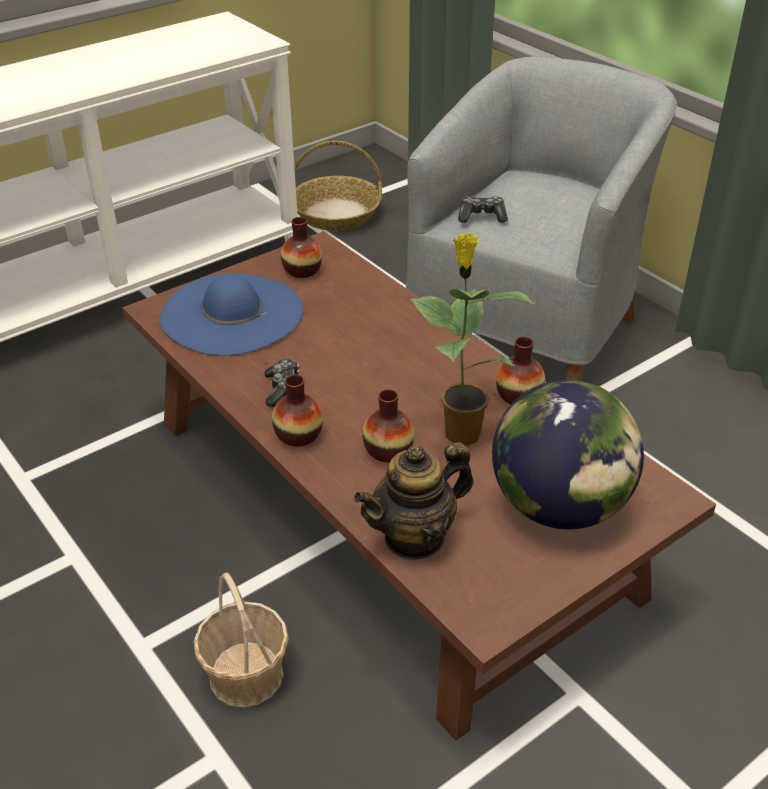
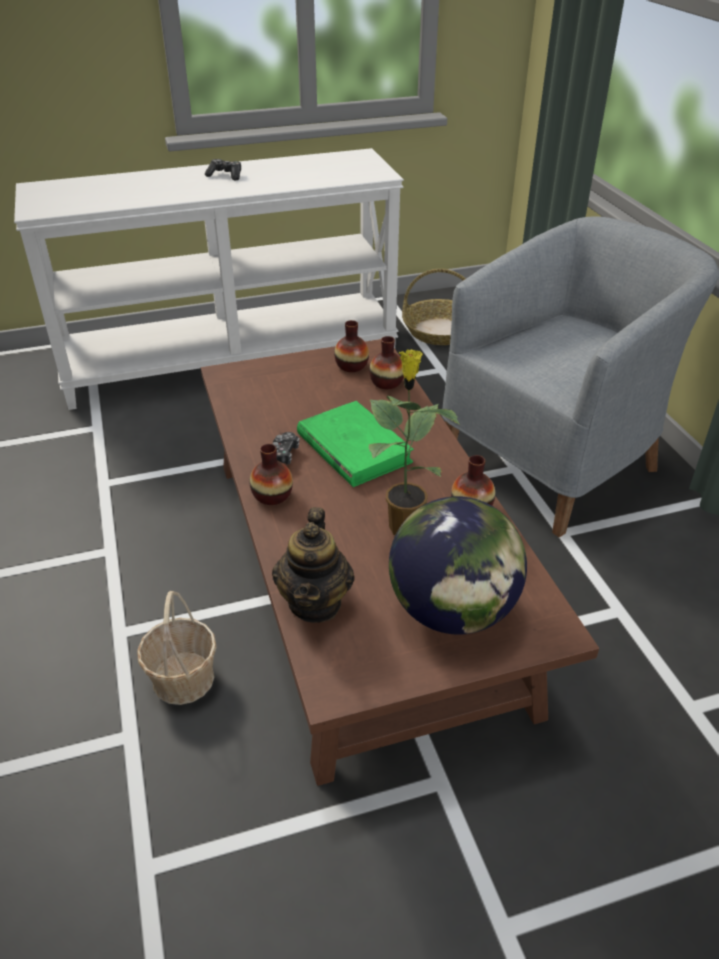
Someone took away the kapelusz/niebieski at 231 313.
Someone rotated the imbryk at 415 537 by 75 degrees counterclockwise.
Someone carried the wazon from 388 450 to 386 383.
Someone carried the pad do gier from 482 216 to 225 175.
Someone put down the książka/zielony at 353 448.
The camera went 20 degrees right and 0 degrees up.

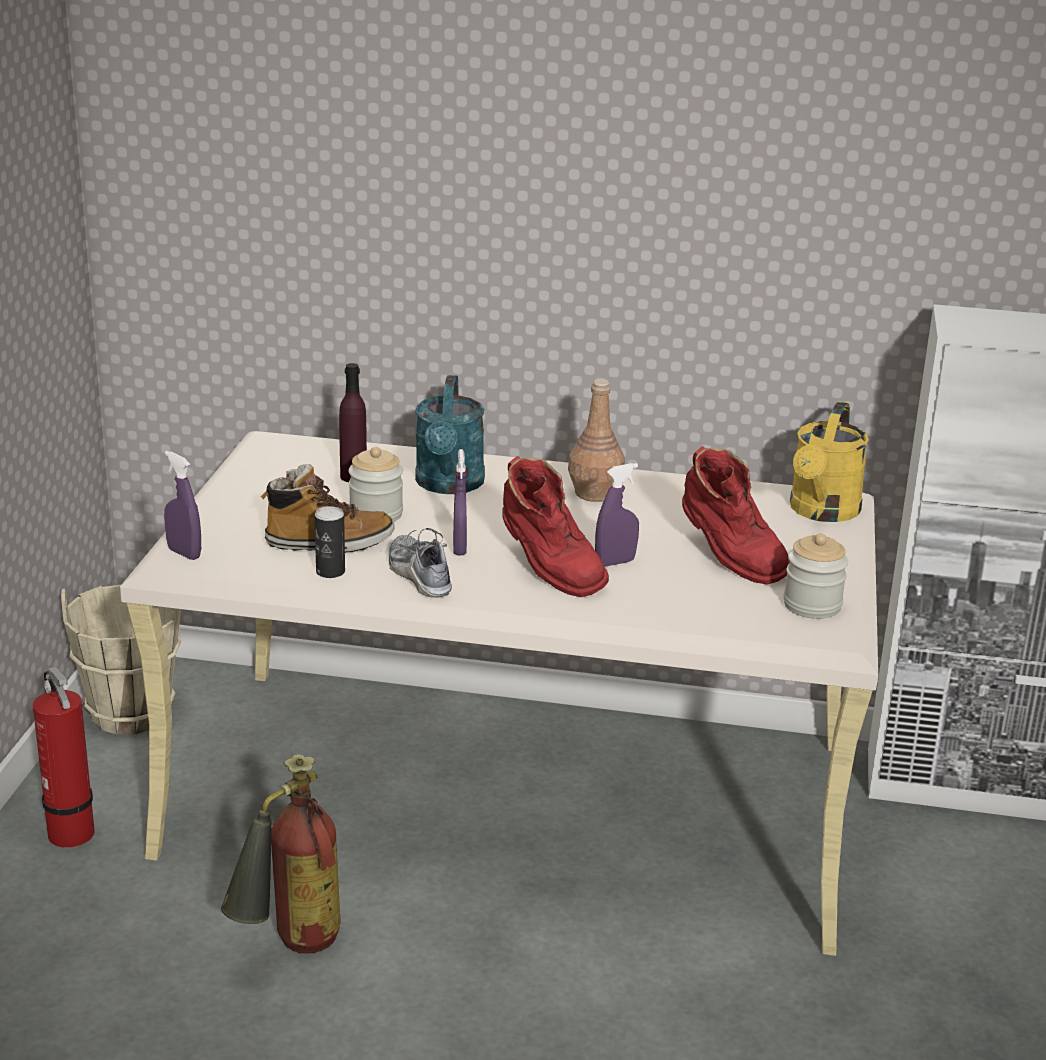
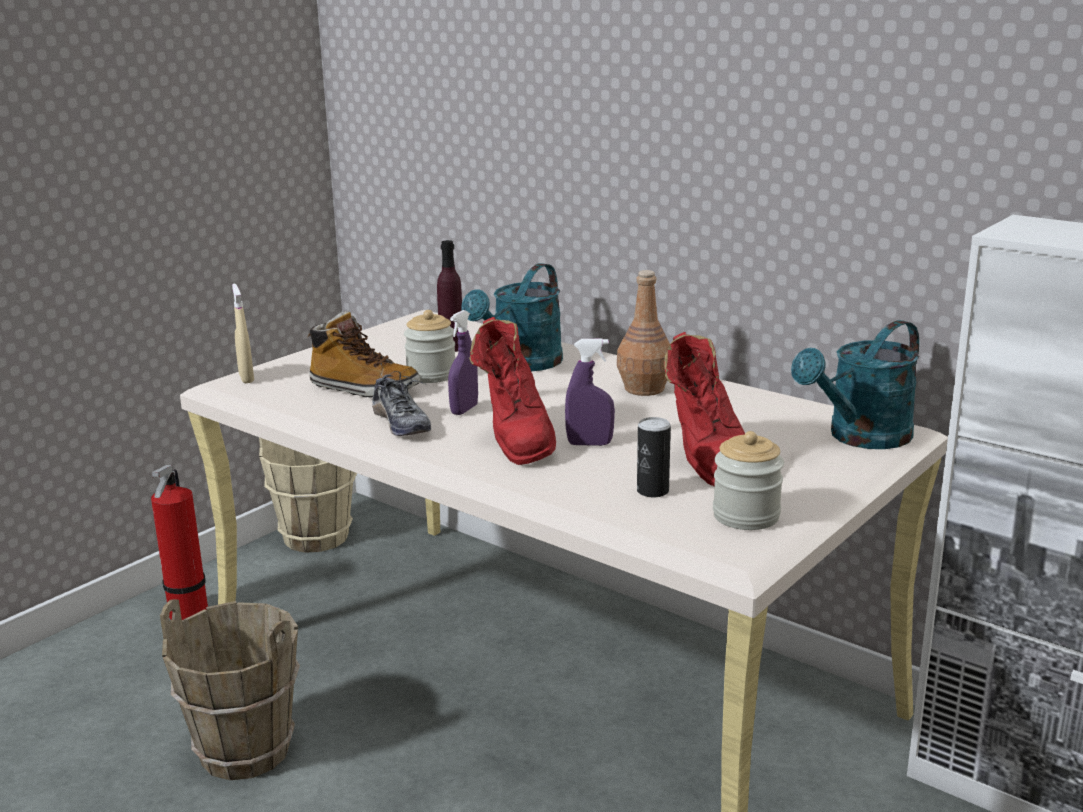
Someone repainted the spryskiwacz/fioletowy at 184 553, which became the spryskiwacz/beżowy at 246 378.
Someone swapped the gaśnica at 288 949 for the wiadro/brązowy at 245 750.
Someone carried the puszka from 330 572 to 652 491.
Someone rotated the but at 419 576 by 150 degrees clockwise.
Someone repainted the konewka/żółty at 822 512, which became the konewka/turkusowy at 860 438.
The camera went 30 degrees right and 5 degrees down.

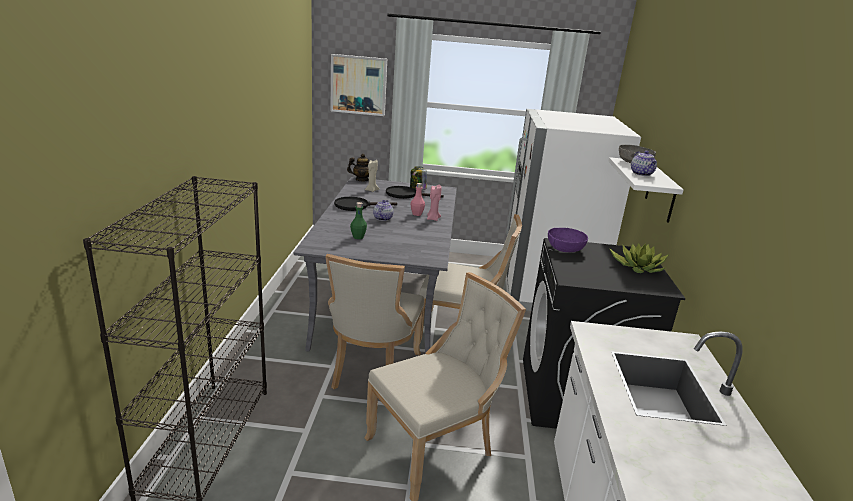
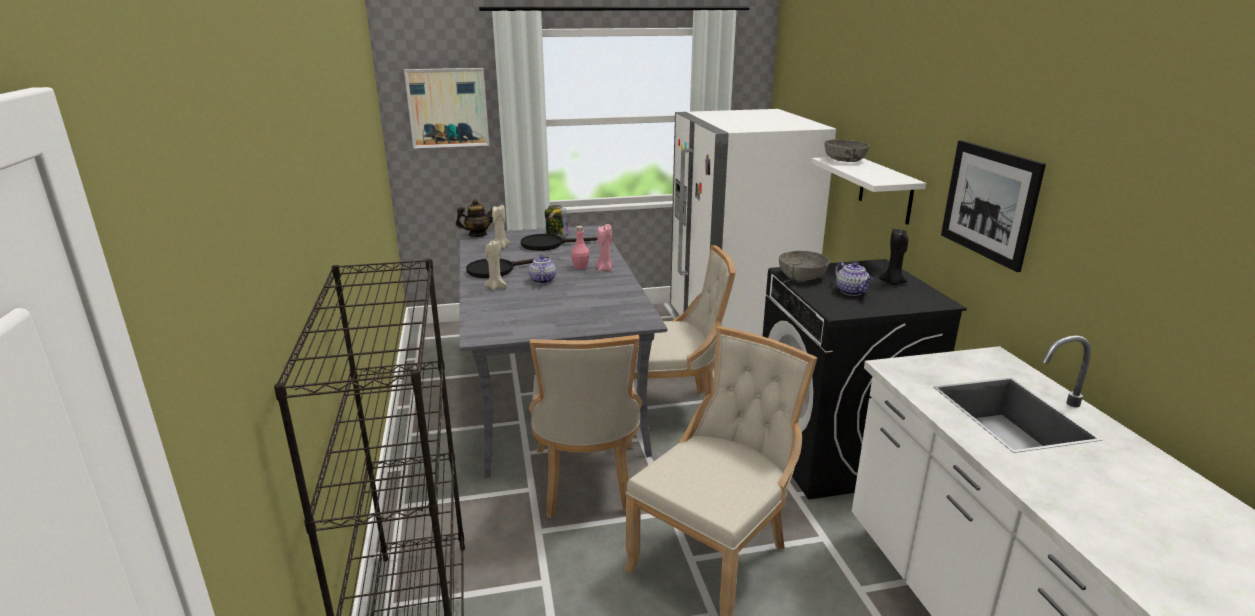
Someone took away the butelka/zielony at 358 237.
Someone repainted the miska/fioletowy at 565 248, which became the miska/szary at 801 276.
Someone swapped the roślina doniczkowa at 637 267 for the świeca/czarny at 892 283.
Someone carried the imbryk from 642 174 to 852 292.
Someone put down the świeca/beżowy at 496 287.
Someone put up the obraz at 989 203.
The camera went 15 degrees left and 0 degrees up.

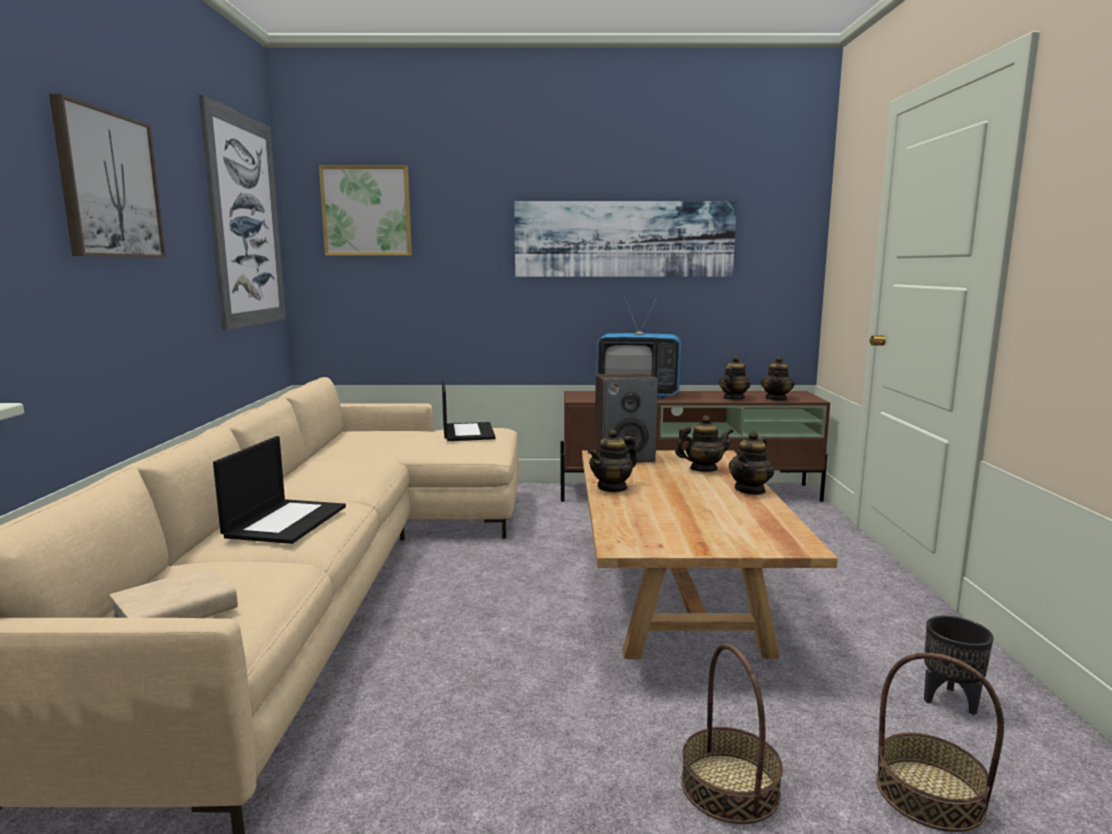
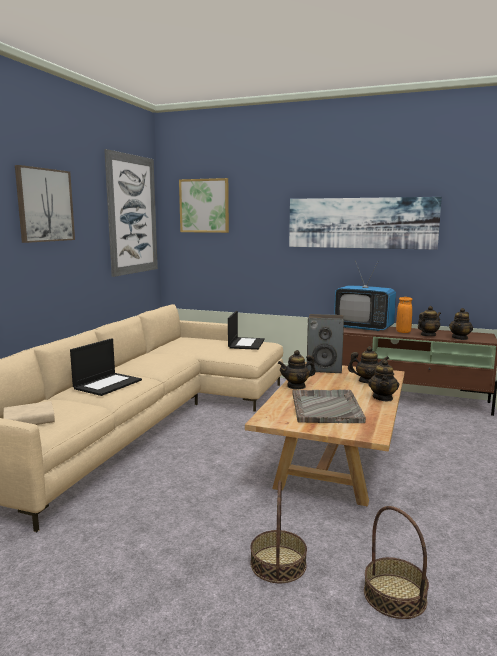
Someone rotated the imbryk at 750 490 by 45 degrees counterclockwise.
Someone took away the donica/czarny at 948 700.
Someone put down the taca/szary at 326 407.
Someone put down the wazon/pomarańczowy at 403 332.
The camera went 20 degrees right and 0 degrees up.

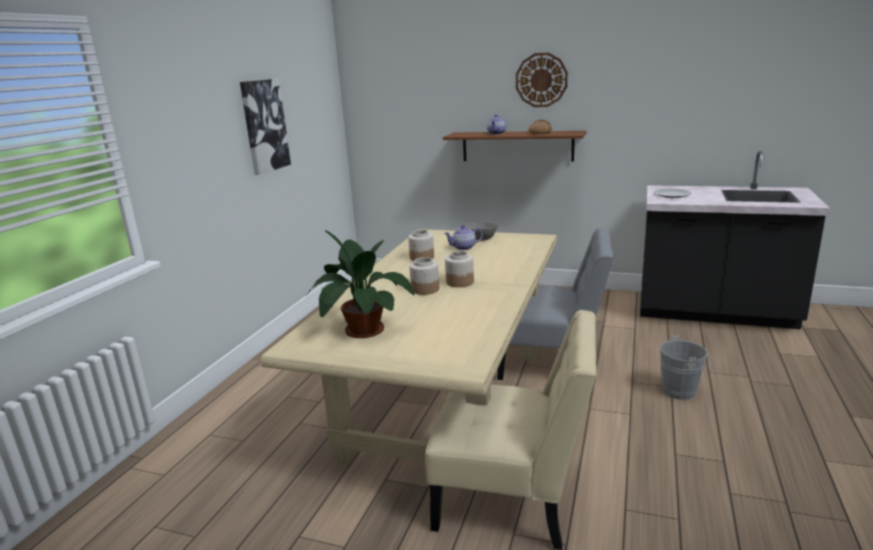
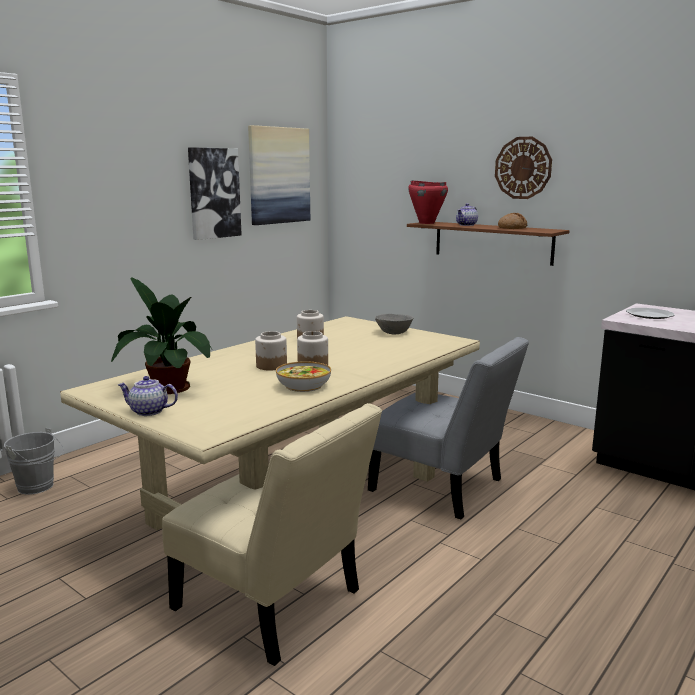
Someone carried the imbryk from 464 247 to 148 411.
Someone carried the wiadro/szary from 683 391 to 38 487.
Someone put up the obraz at 279 175.
Someone put down the miska at 304 386.
Someone put down the garnek/czerwony at 426 223.
The camera went 20 degrees right and 5 degrees down.

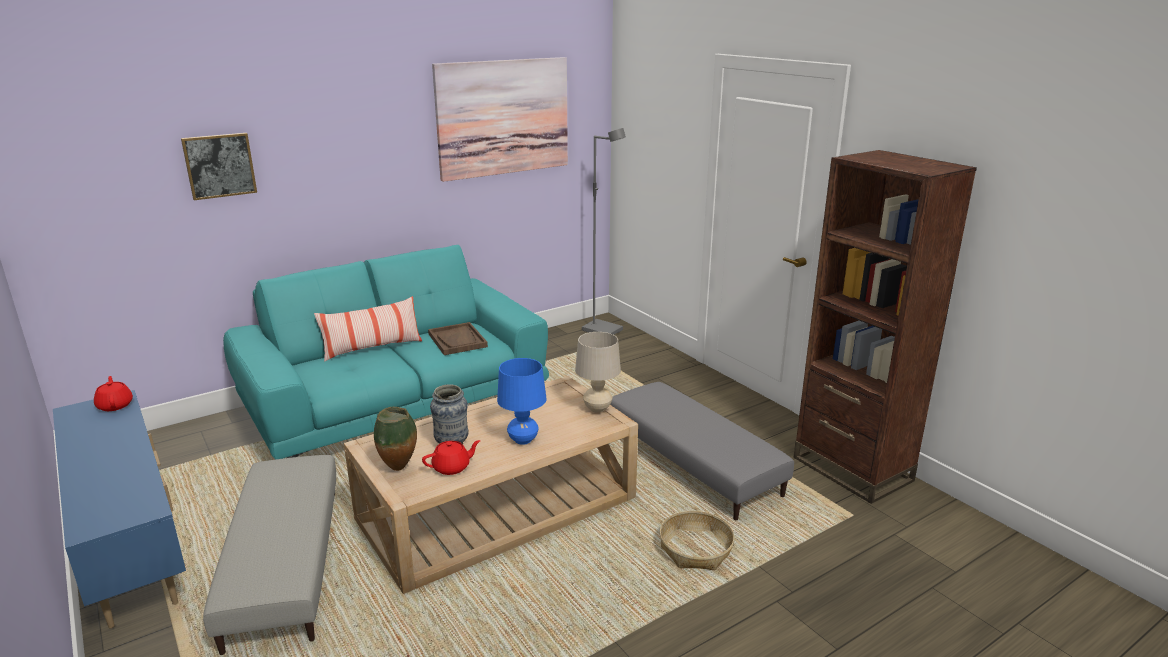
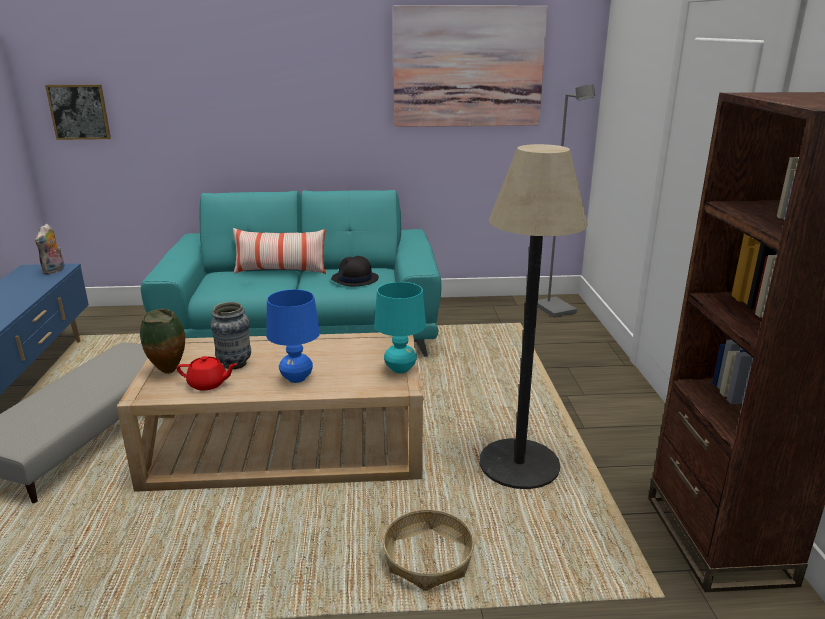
Someone swapped the imbryk/czerwony at 115 405 for the pluszak at 54 271.
Someone carried the obraz from 219 165 to 79 112.
Someone swapped the taca/brązowy at 457 340 for the kapelusz/czarny at 354 279.
Someone repainted the lampa stołowa/beżowy at 597 408, which became the lampa stołowa/turkusowy at 400 369.
Someone swapped the pufa/szary at 692 463 for the lampa stojąca at 519 464.
The camera went 30 degrees right and 0 degrees up.

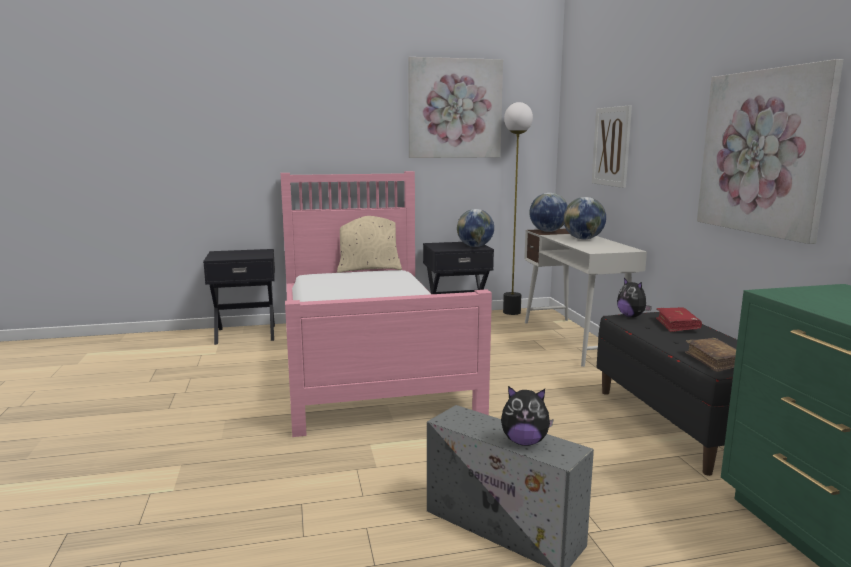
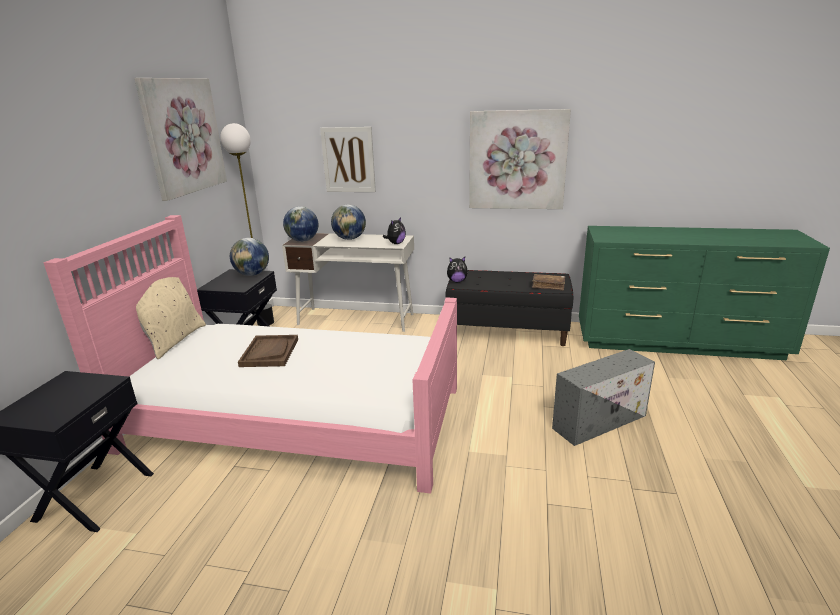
Someone carried the pluszak from 524 442 to 396 243.
Someone took away the książka/czerwony at 677 325.
Someone put down the taca/brązowy at 269 352.
The camera went 65 degrees left and 10 degrees up.

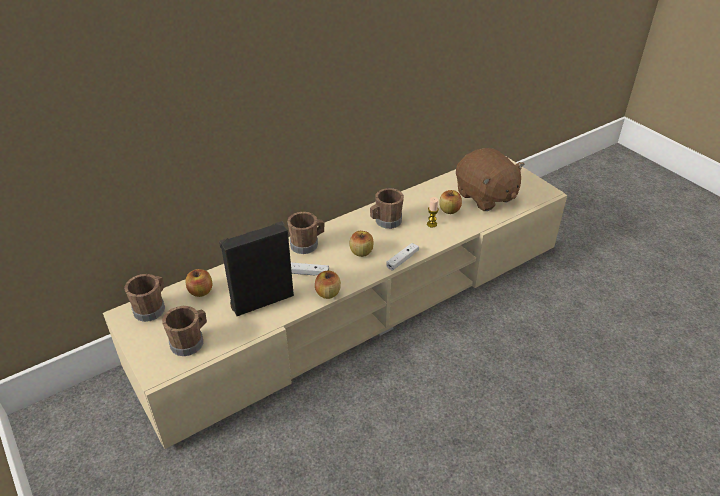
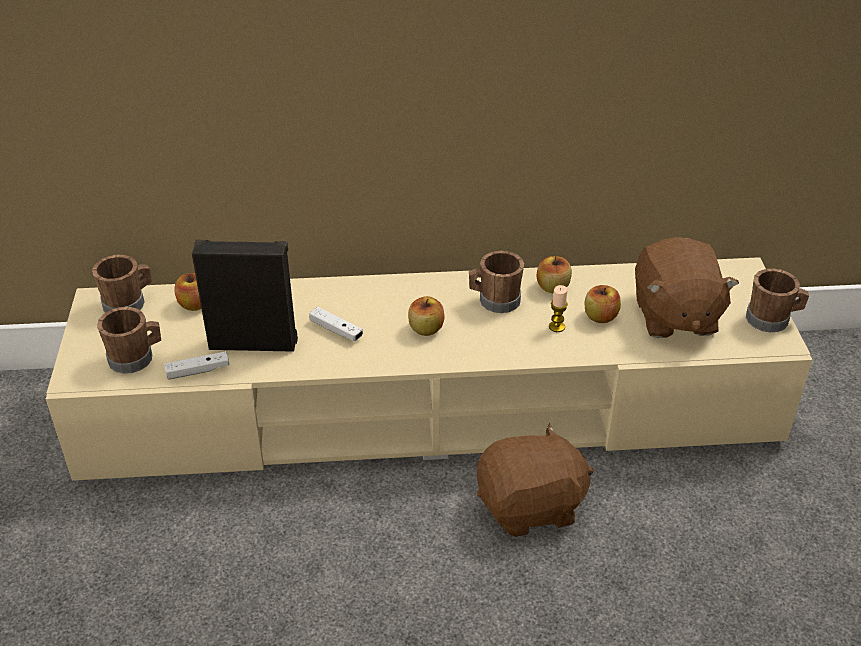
Someone carried the kubek/brązowy from 307 244 to 772 320.
Someone carried the jabłko from 328 293 to 552 287.
Someone carried the pad do gier/biały from 402 260 to 198 371.
Someone put down the pluszak/brązowy at 531 507.
The camera went 30 degrees right and 0 degrees up.

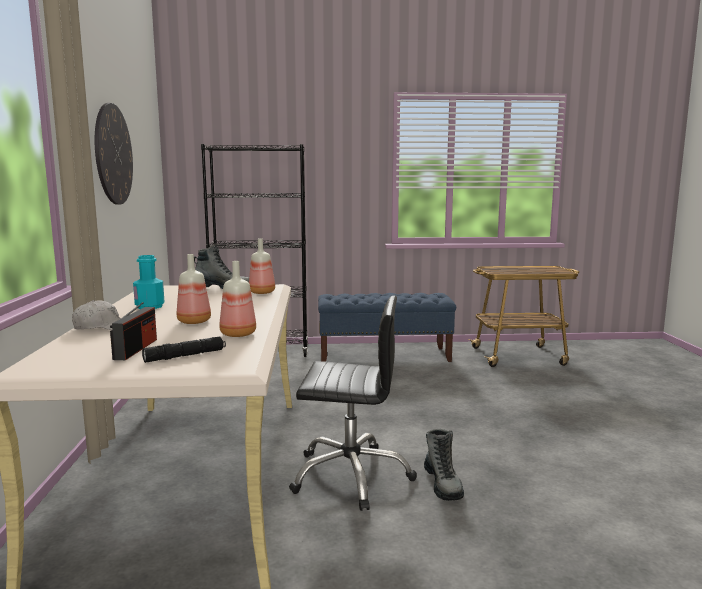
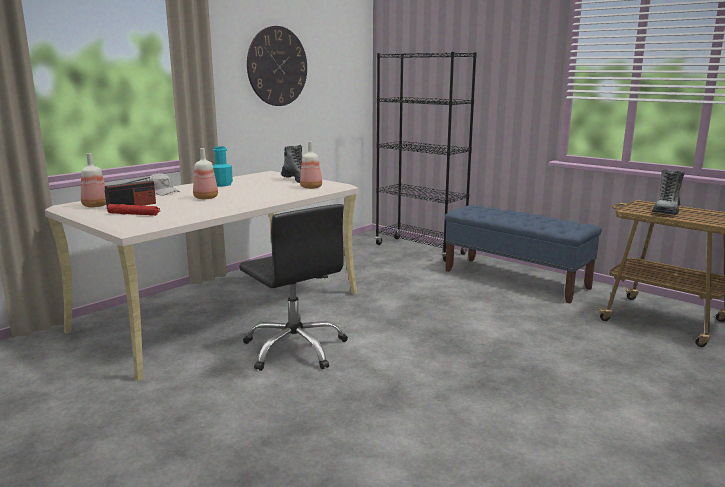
Someone repainted the latarka/czarny at 185 356, which became the latarka/czerwony at 134 214.
Someone carried the butelka from 237 334 to 95 205.
Someone carried the but z cholewką from 443 484 to 666 210.
The camera went 45 degrees right and 5 degrees up.

